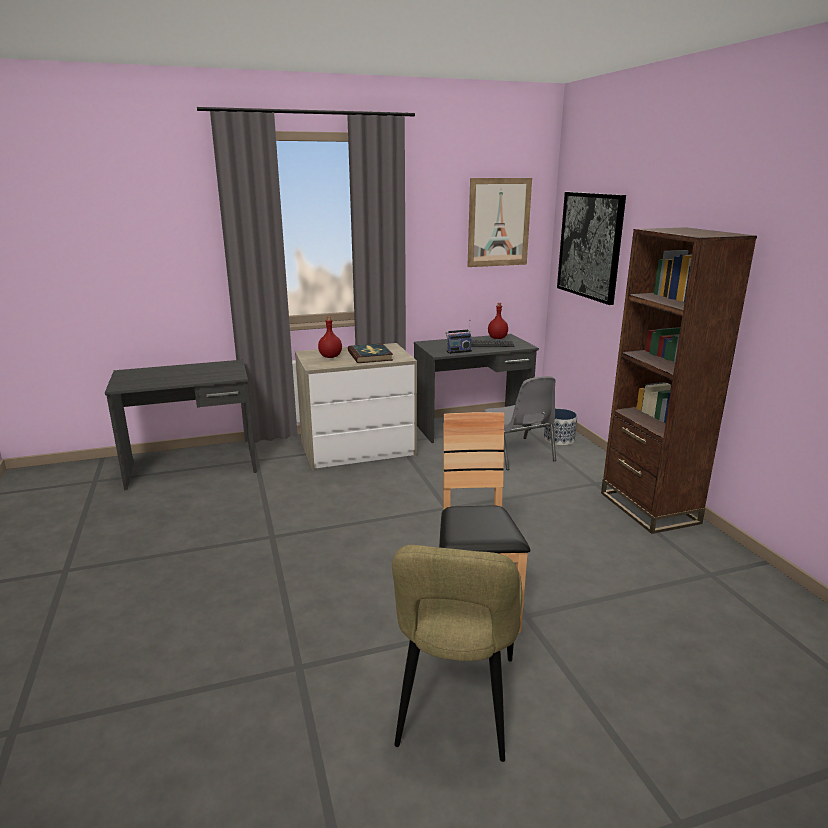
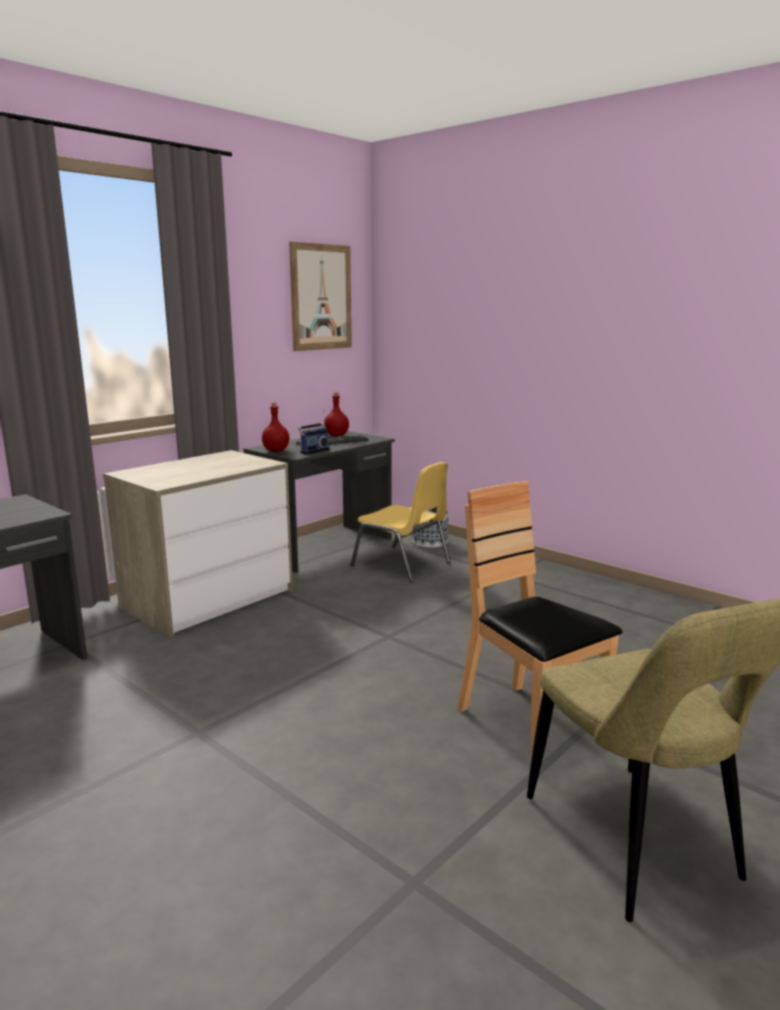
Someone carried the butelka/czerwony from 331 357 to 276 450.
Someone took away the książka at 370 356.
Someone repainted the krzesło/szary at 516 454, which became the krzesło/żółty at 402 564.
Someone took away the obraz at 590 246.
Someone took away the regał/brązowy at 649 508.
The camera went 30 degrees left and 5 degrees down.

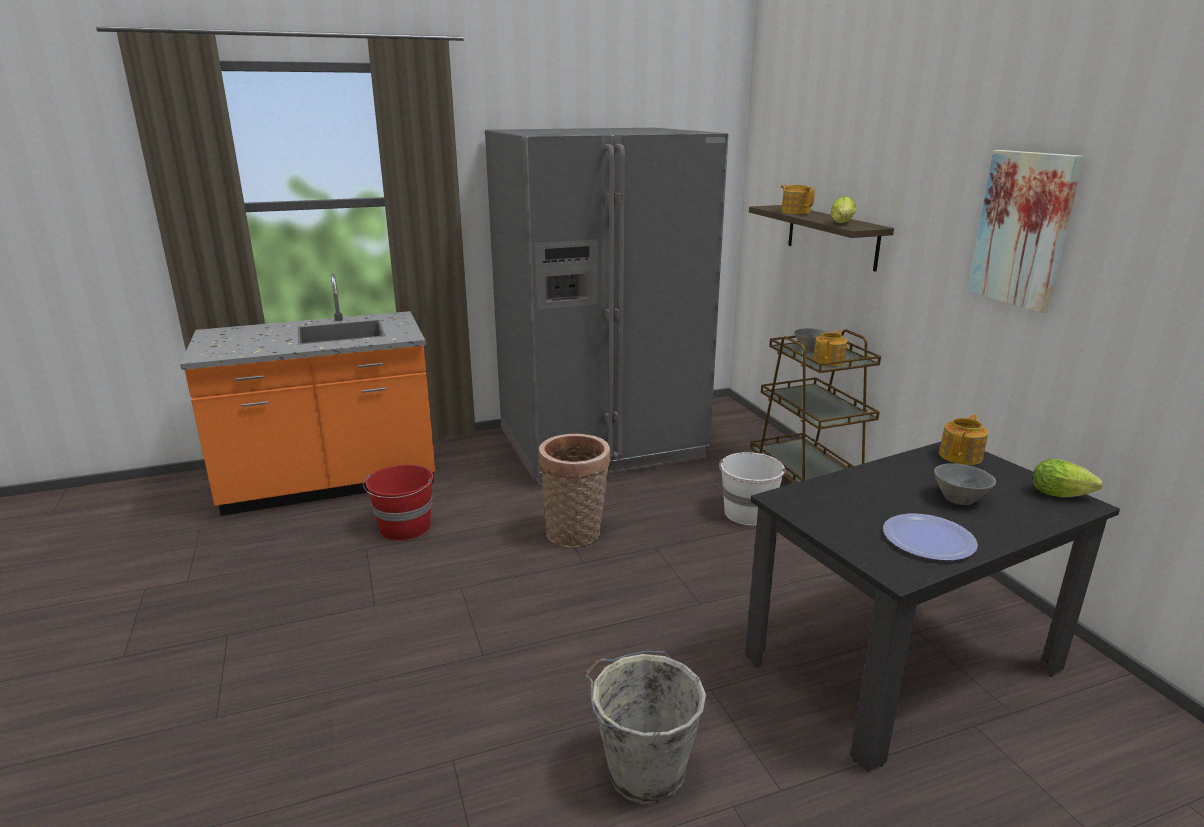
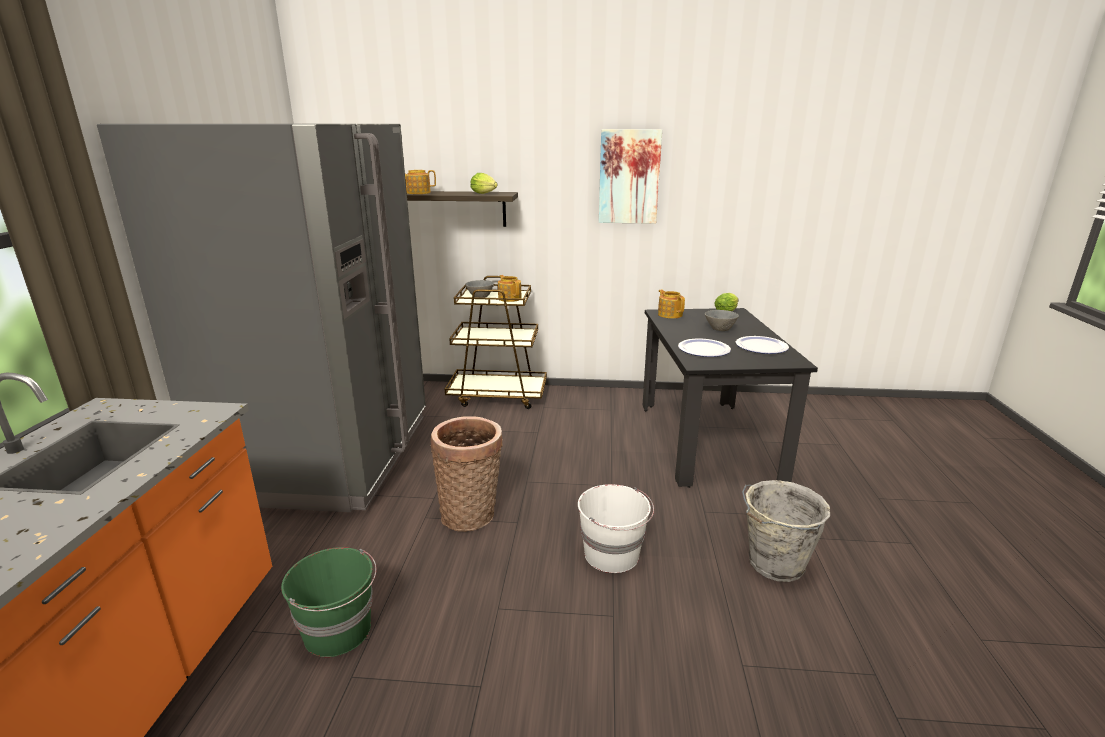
Someone repainted the wiadro/czerwony at 405 528, which became the wiadro/zielony at 339 631.
Someone carried the wiadro/biały from 748 513 to 612 554.
Someone put down the talerz at 704 349.
The camera went 65 degrees left and 0 degrees up.

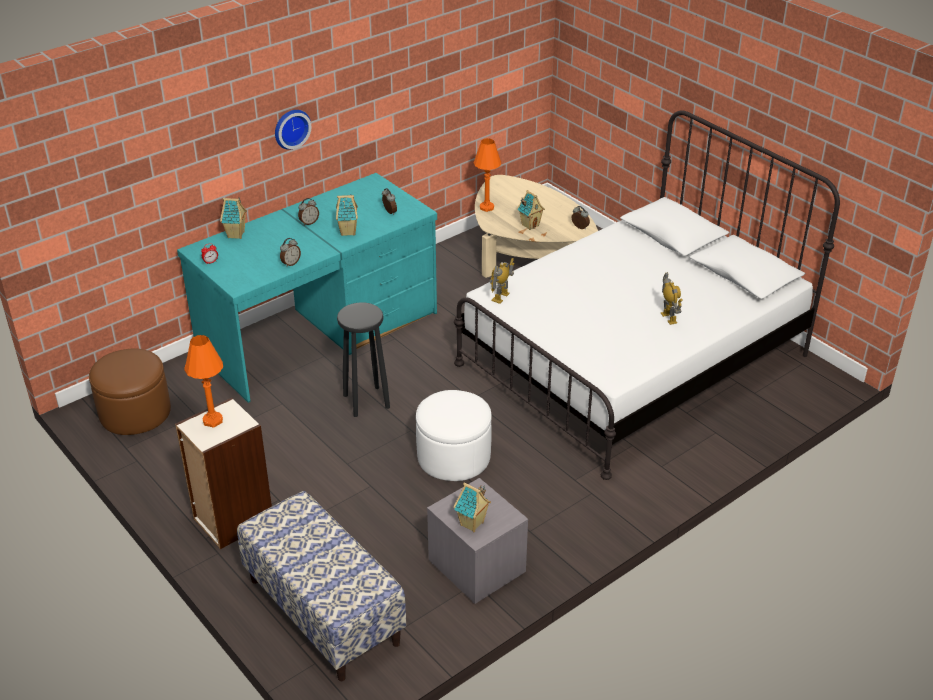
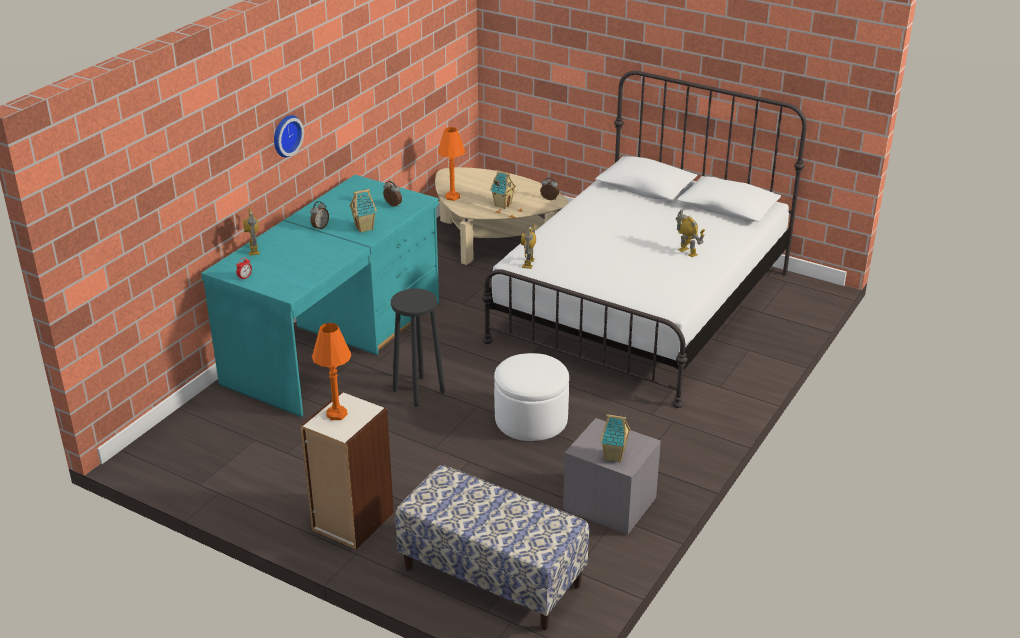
Someone took away the pufa/brązowy at 135 412.
Someone swapped the domek at 236 235 for the robot zabawkowy at 254 250.
Someone took away the budzik at 290 263.
The camera went 20 degrees left and 5 degrees down.

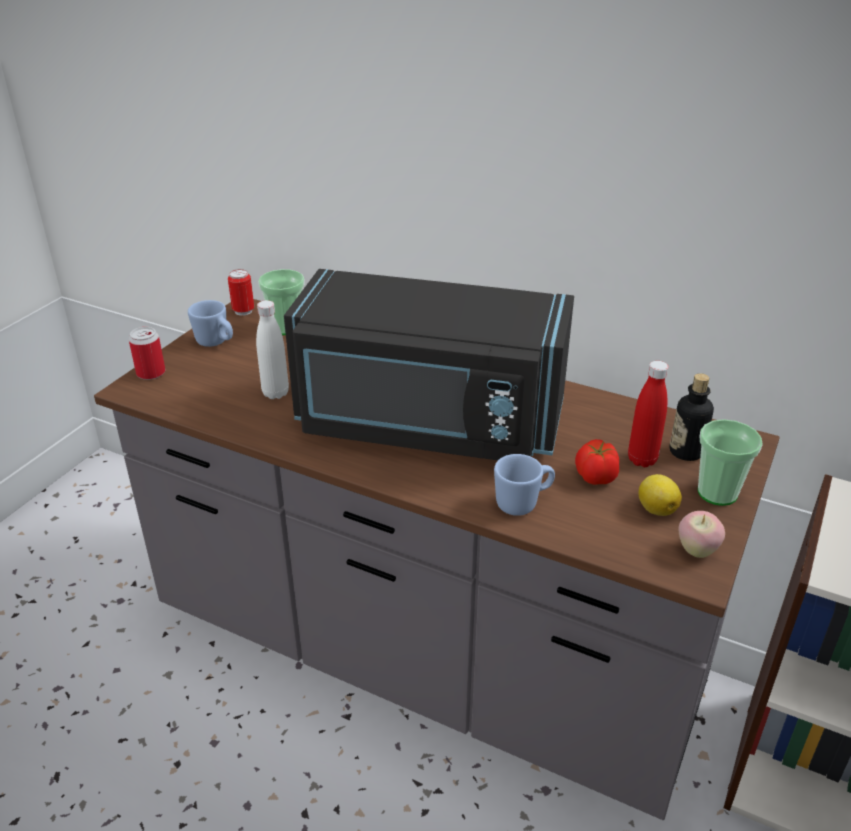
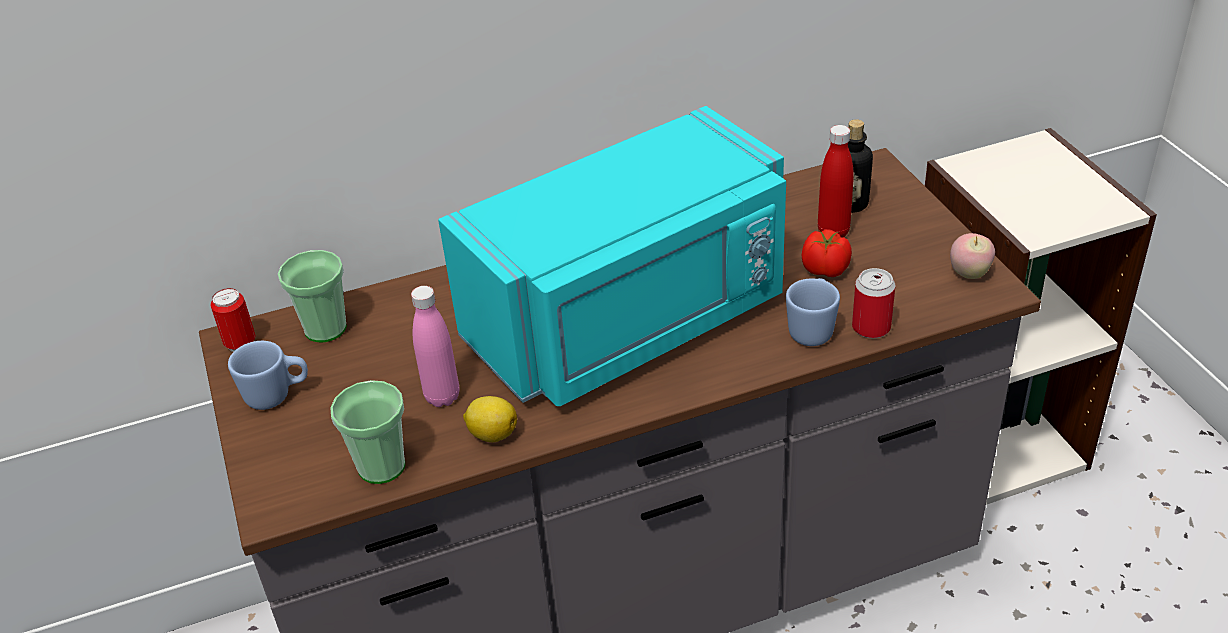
Someone carried the puszka from 151 373 to 871 327.
Someone repainted the butelka/biały at 275 393, which became the butelka/różowy at 442 397.
Someone repainted the mikrofalówka/czarny at 427 424, which became the mikrofalówka/turkusowy at 632 322.
Someone carried the cytryna from 656 508 to 492 434.
Someone carried the filiżanka from 717 493 to 381 466.
The camera went 45 degrees left and 5 degrees up.

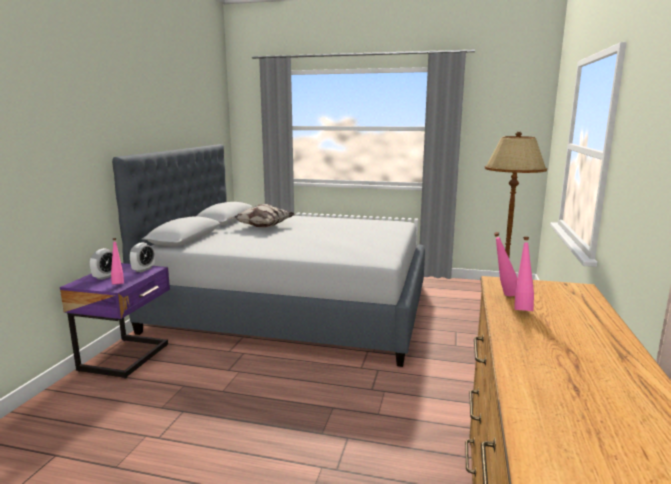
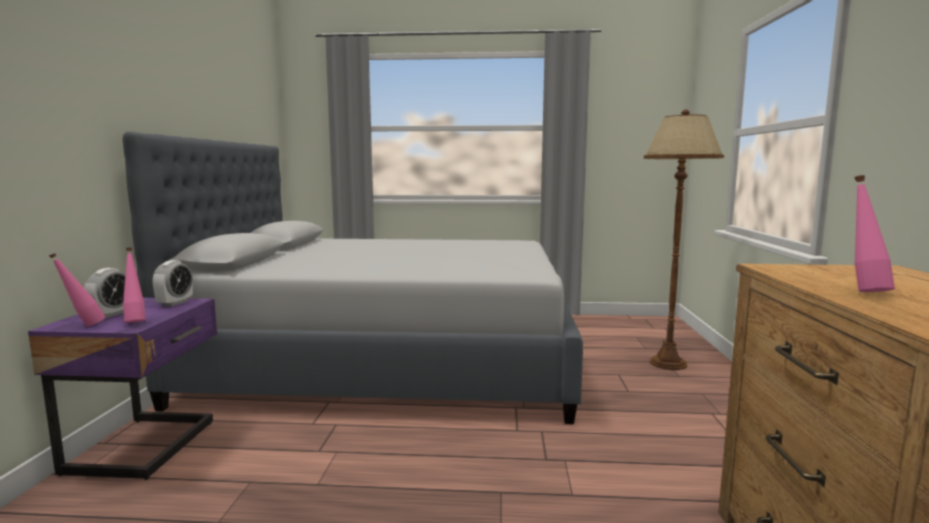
Someone took away the poduszka at 262 227.
Someone carried the butelka/różowy from 503 295 to 83 326.
The camera went 10 degrees left and 5 degrees down.

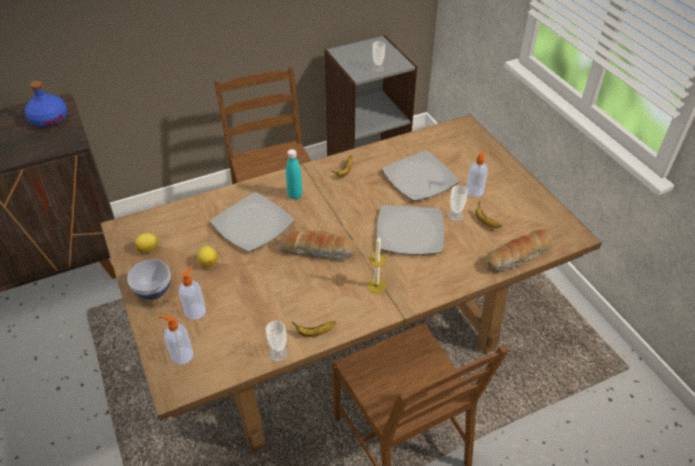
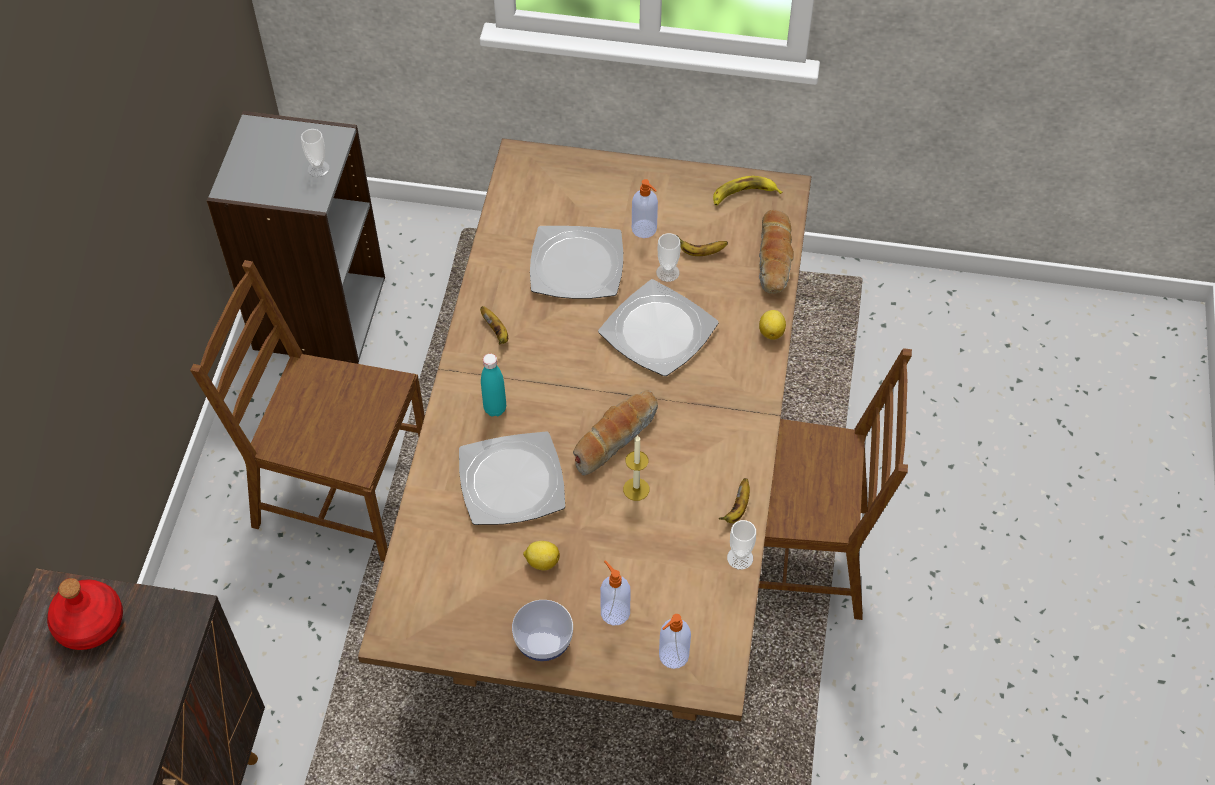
Someone repainted the butelka/niebieski at 49 119, which became the butelka/czerwony at 89 623.
Someone carried the cytryna from 149 249 to 771 332.
Someone carried the świeca from 376 286 to 636 489.
Someone put down the banan at 743 195.
The camera went 55 degrees left and 10 degrees up.

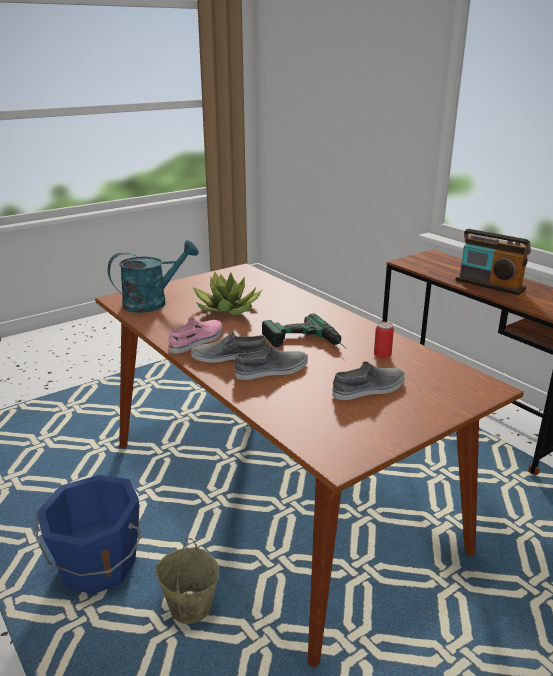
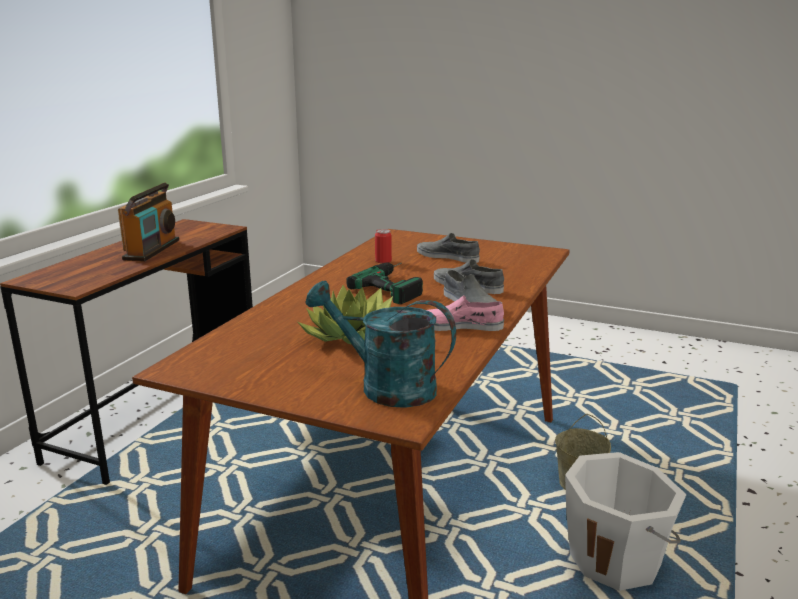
Someone repainted the wiadro/niebieski at 97 567, which became the wiadro/biały at 616 560.
The camera went 120 degrees left and 5 degrees down.

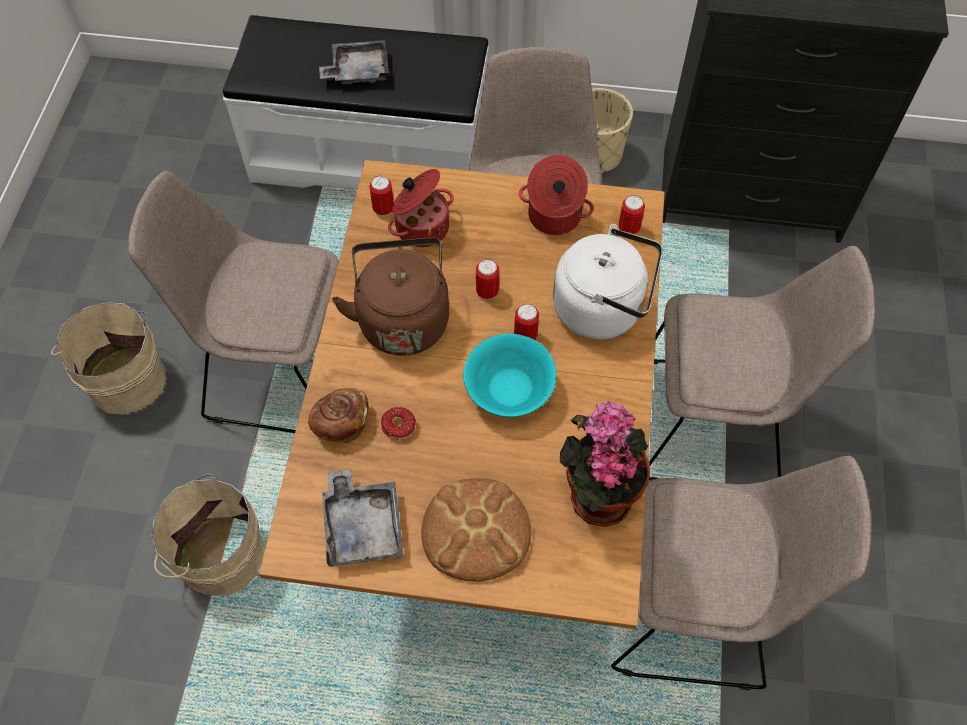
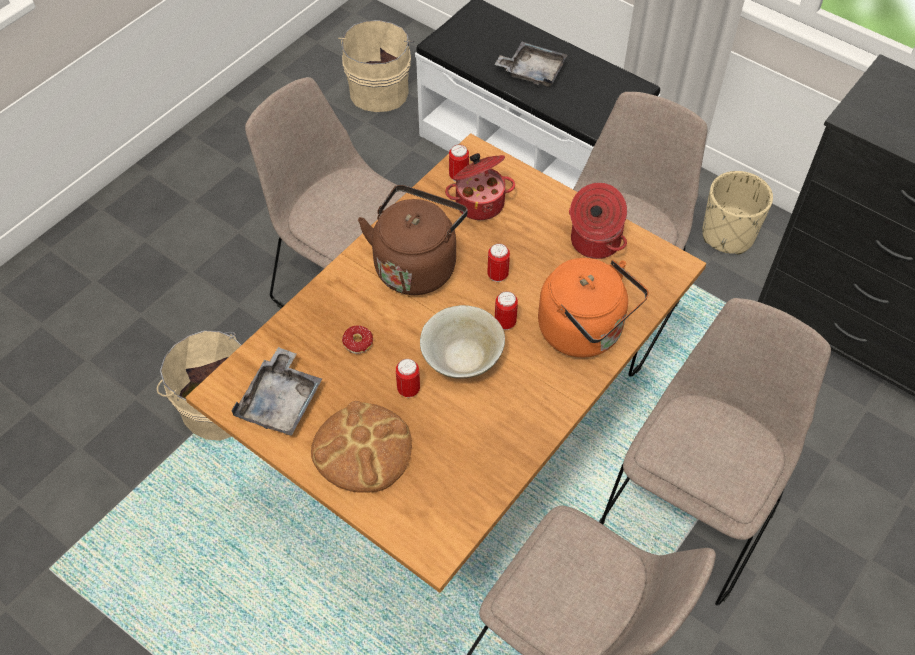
Someone carried the wiadro/beżowy from 126 377 to 379 89.
Someone took away the chleb at 341 423.
Someone repainted the miska/turkusowy at 509 391, which became the miska/beżowy at 462 358.
Someone repainted the czajnik/biały at 603 309, which became the czajnik/pomarańczowy at 585 332.
Someone took away the roślina doniczkowa at 597 493.
Someone carried the puszka from 628 229 to 408 390.
Someone rotated the krzesło/beżowy at 714 424 by 90 degrees counterclockwise.
The camera went 30 degrees right and 5 degrees down.

